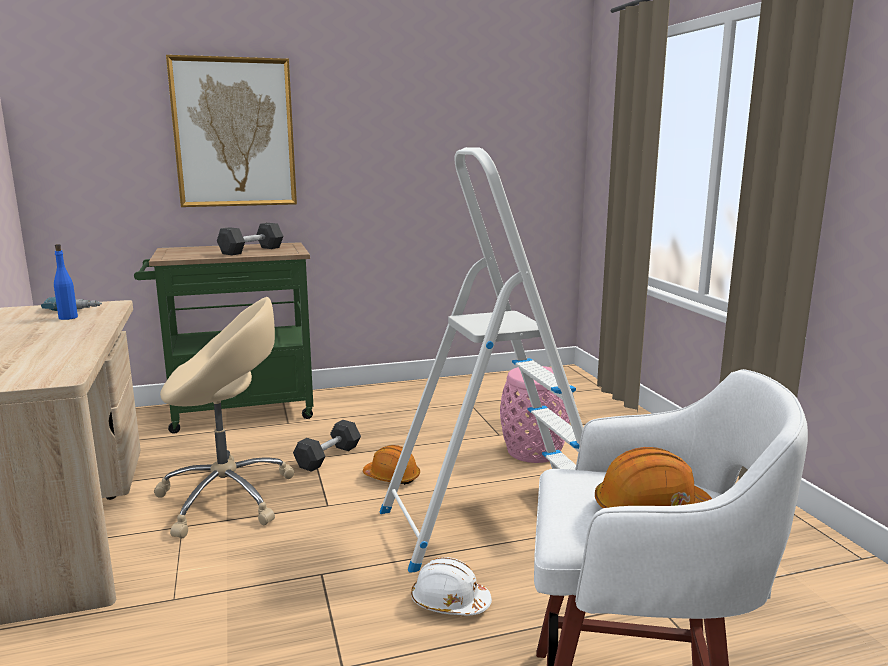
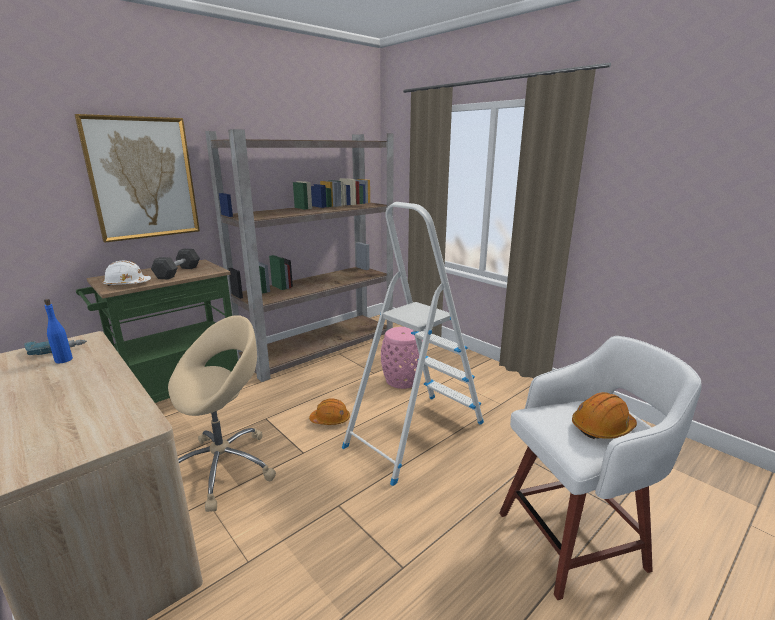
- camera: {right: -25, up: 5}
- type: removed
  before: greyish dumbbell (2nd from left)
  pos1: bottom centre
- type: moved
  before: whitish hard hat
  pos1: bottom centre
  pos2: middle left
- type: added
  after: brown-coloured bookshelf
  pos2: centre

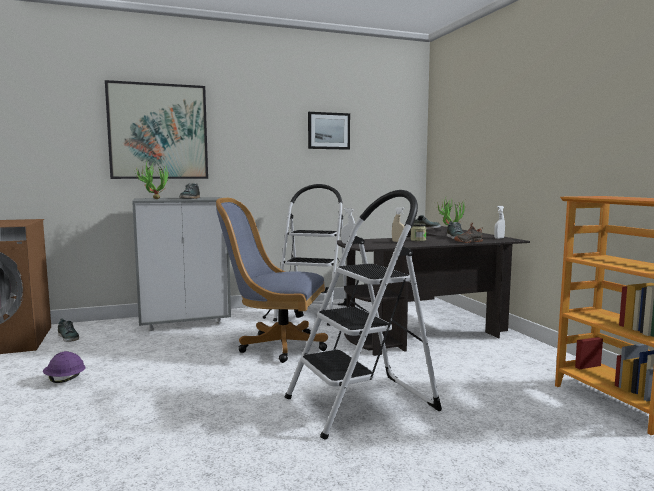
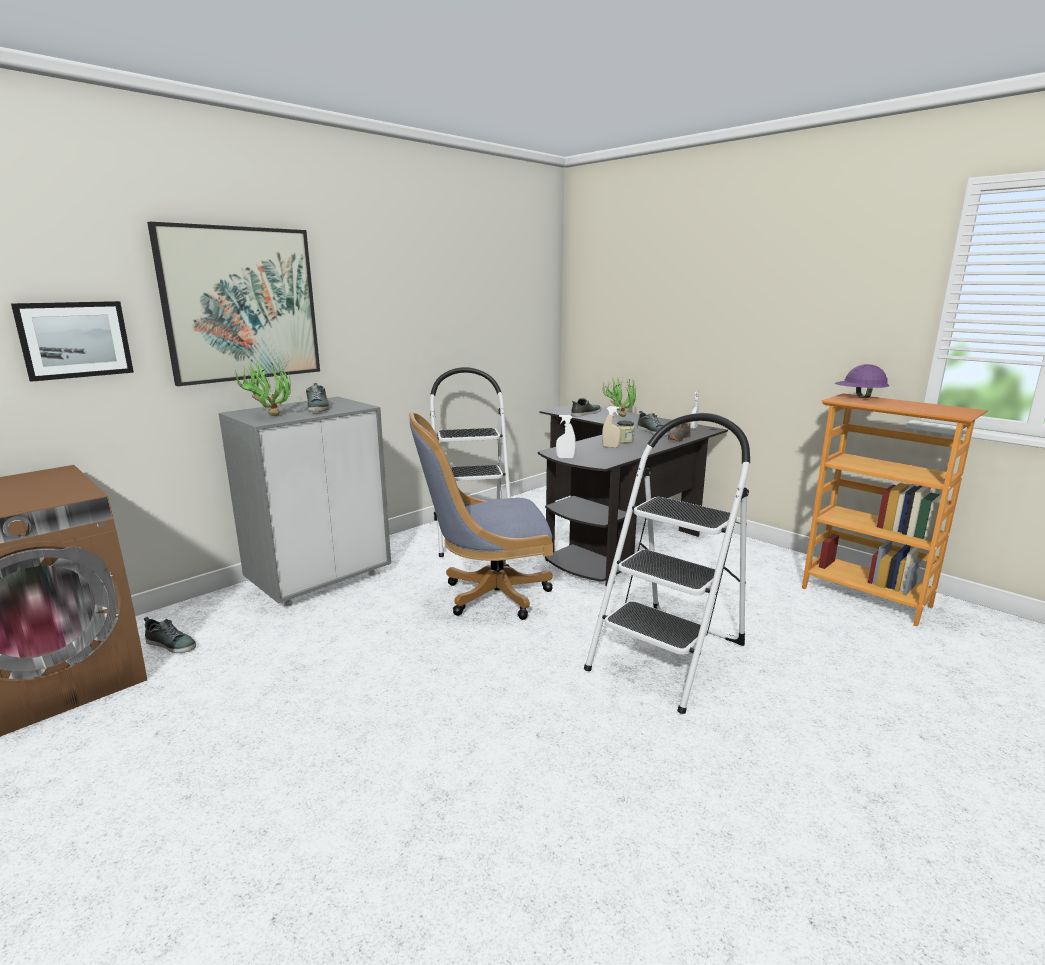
- camera: {right: -25, up: 10}
- type: moved
  before: picture (2nd from left in the first image)
  after: picture (1st from left)
  pos1: top centre
  pos2: middle left
- type: moved
  before: purple-coloured hard hat
  pos1: bottom left
  pos2: middle right

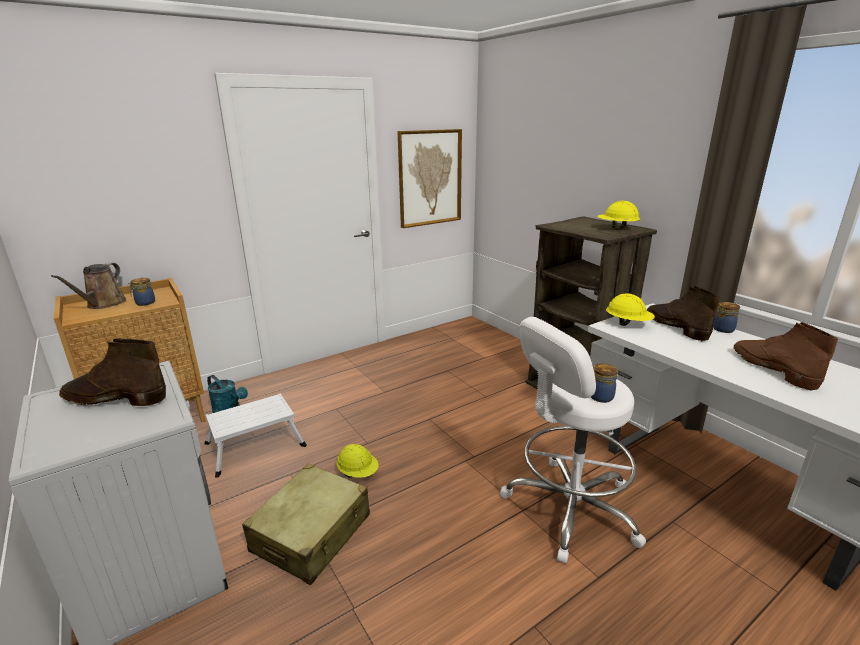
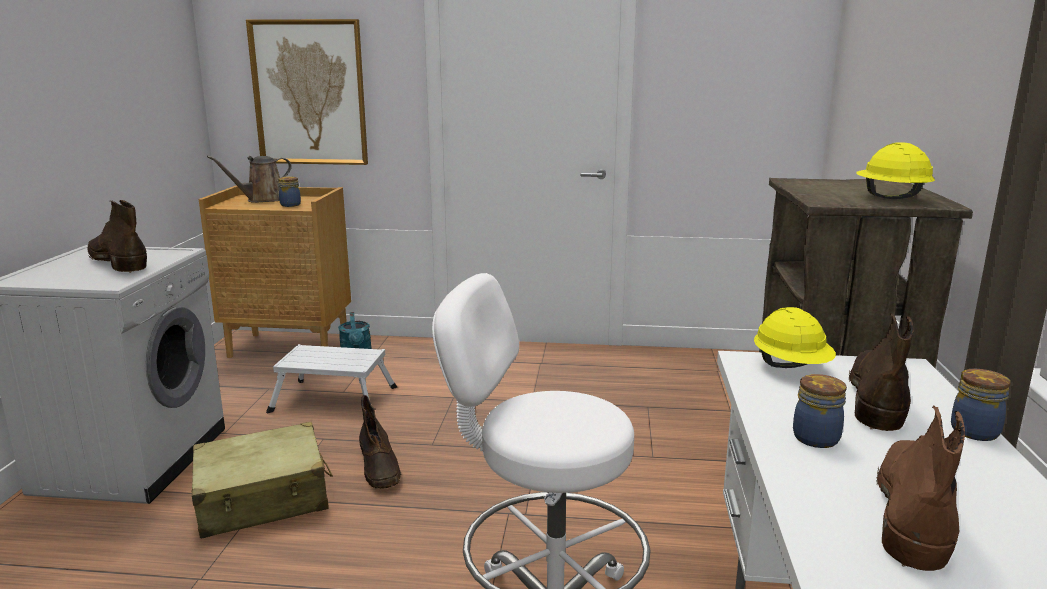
- camera: {right: 40, up: -5}
- type: moved
  before: picture
  pos1: top centre
  pos2: top left
- type: moved
  before: storage jar (2nd from left)
  pos1: middle right
  pos2: bottom right
- type: replaced
  before: yellow-coloured hard hat (1st from left)
  after: brown-coloured boot (2nd from left)
  pos1: bottom centre
  pos2: bottom centre

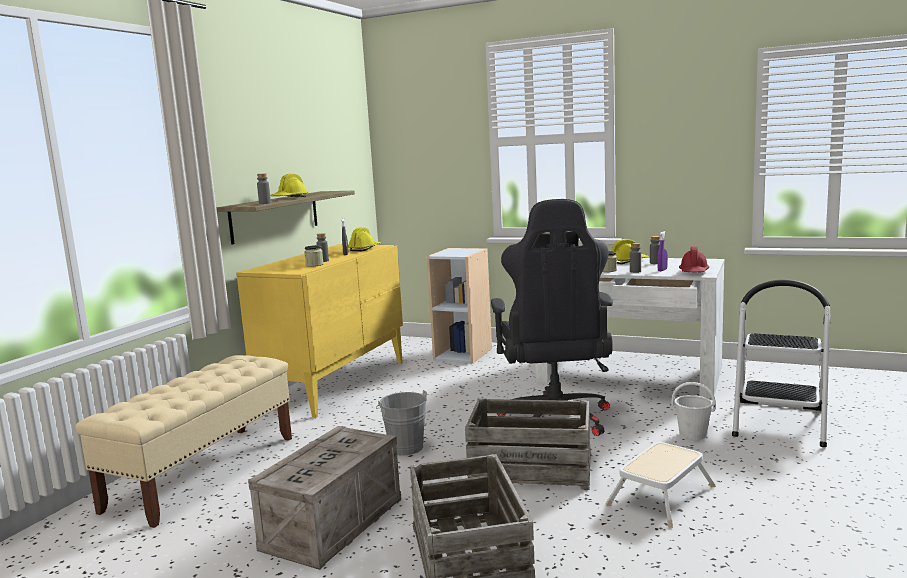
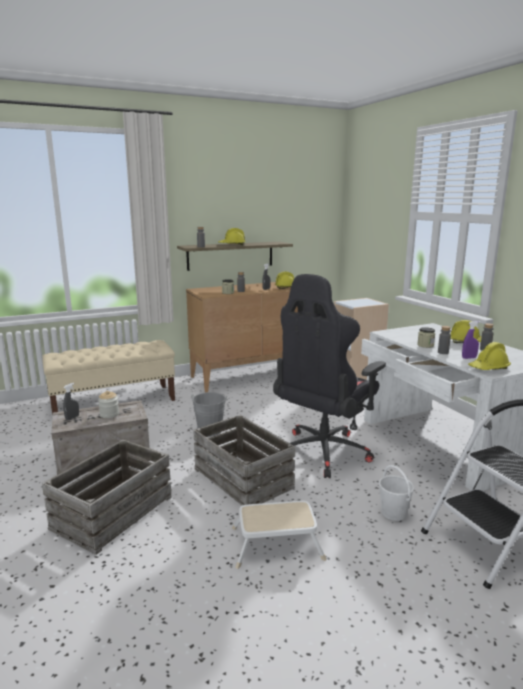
- camera: {right: 40, up: 5}
- type: recoloured
  before: yellow-coloured storage cabinet
  after: brown-coloured storage cabinet
  pos1: centre
  pos2: centre
- type: recoloured
  before: reddish hard hat
  after: yellow-coloured hard hat (4th from left)
  pos1: middle right
  pos2: middle right
- type: added
  after: greyish spray bottle (1st from left)
  pos2: middle left
- type: added
  after: storage jar (1st from left)
  pos2: middle left

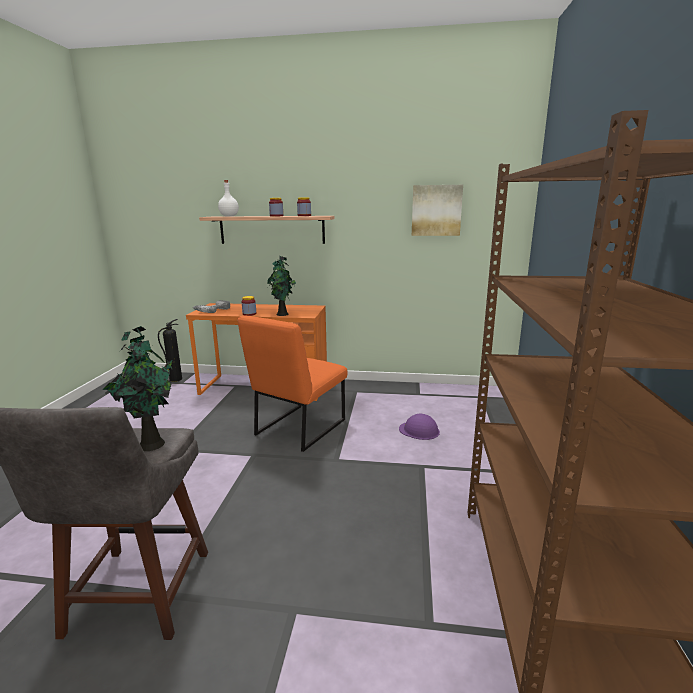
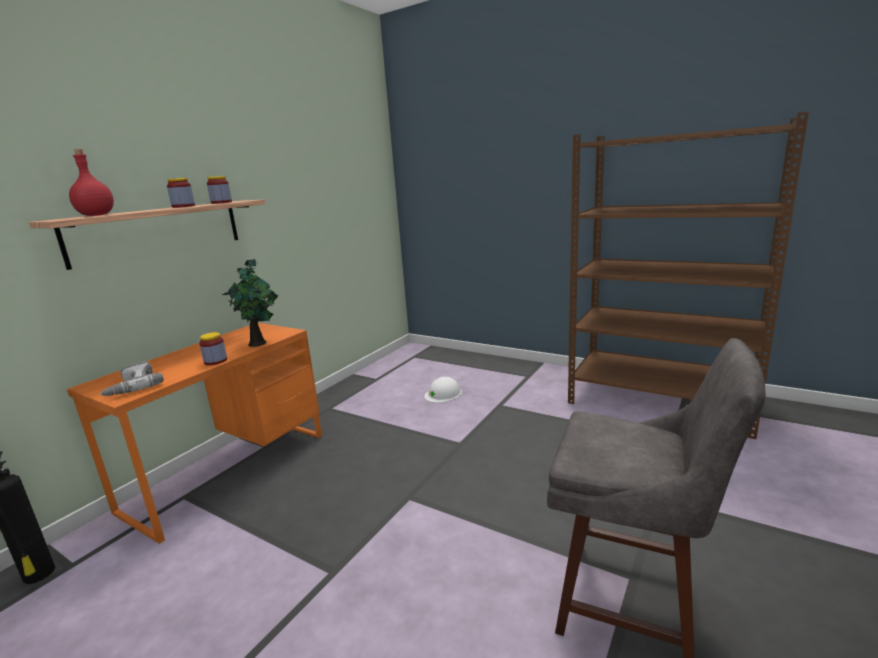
- camera: {right: -65, up: 0}
- type: recoloured
  before: whitish bottle
  after: reddish bottle
  pos1: top left
  pos2: top left
- type: removed
  before: picture
  pos1: top centre
- type: removed
  before: orange-coloured chair
  pos1: centre
- type: removed
  before: plant in a pot (1st from left)
  pos1: middle left
- type: recoloured
  before: purple-coloured hard hat
  after: whitish hard hat
  pos1: centre
  pos2: centre

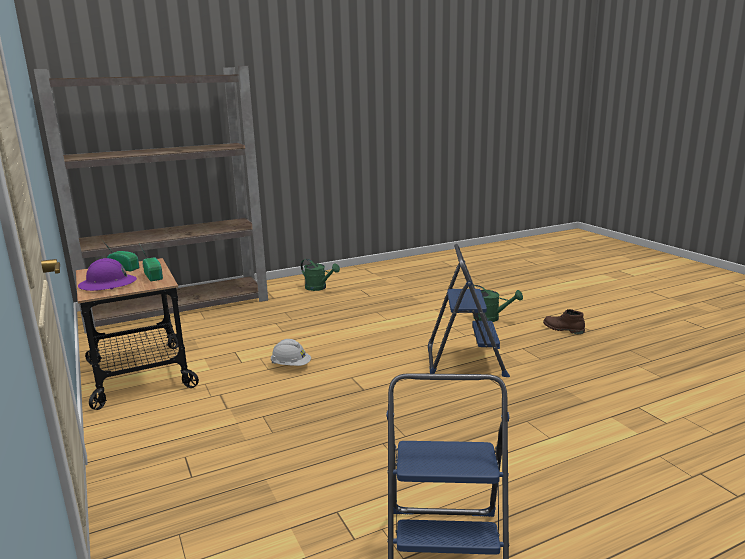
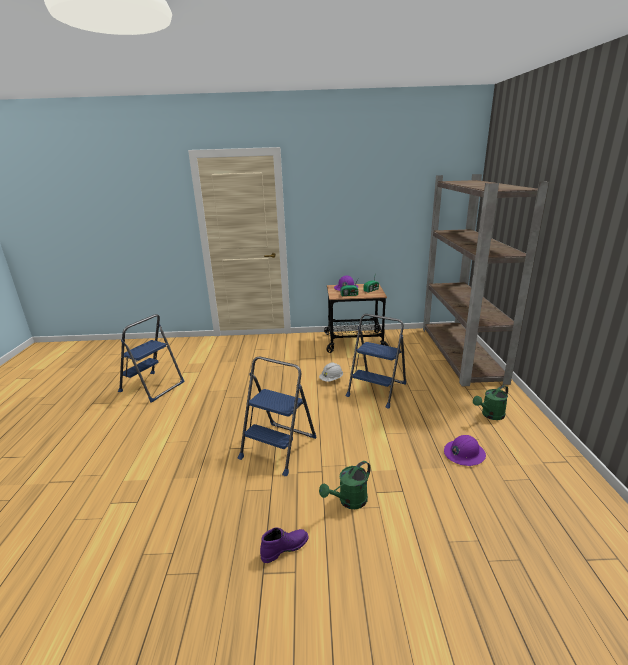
- camera: {right: 115, up: 5}
- type: recoloured
  before: brown-coloured boot
  after: purple-coloured boot
  pos1: middle right
  pos2: bottom centre
- type: added
  after: blue stepladder (3rd from left)
  pos2: centre
- type: added
  after: purple-coloured hard hat (2nd from left)
  pos2: bottom right

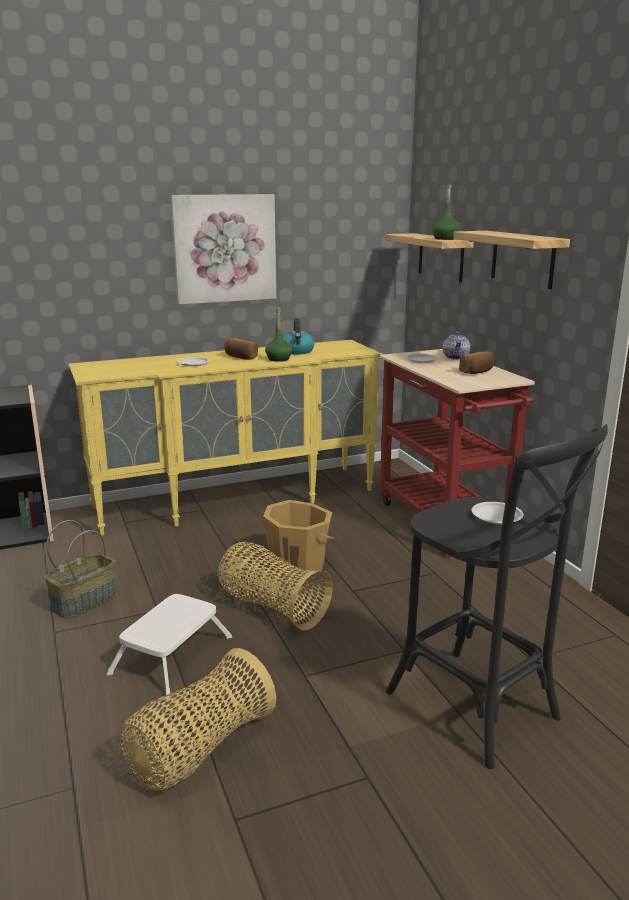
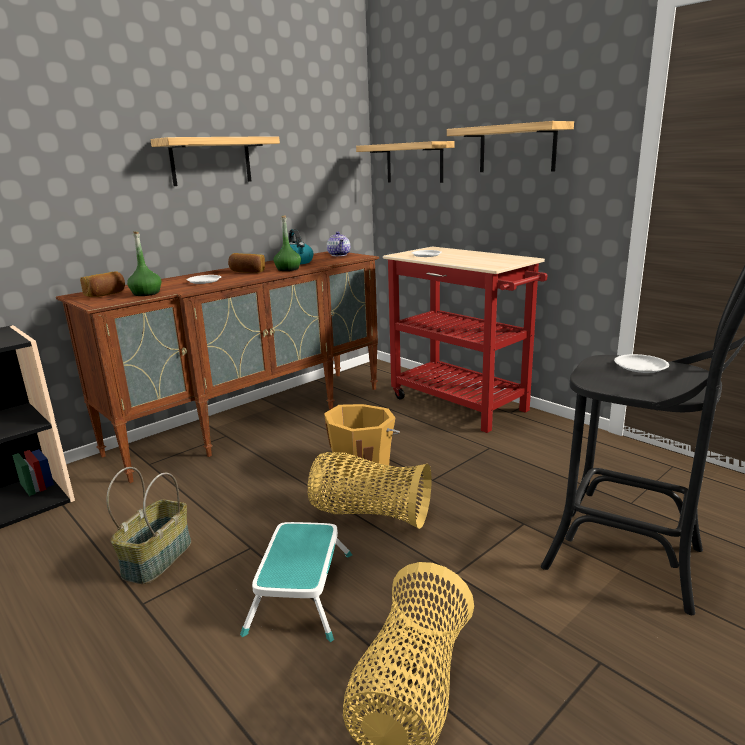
- camera: {right: -20, up: 0}
- type: moved
  before: green bottle (2nd from left in the first image)
  after: green bottle (1st from left)
  pos1: top right
  pos2: middle left
- type: replaced
  before: picture
  after: wall shelf (1st from left)
  pos1: top centre
  pos2: top left
- type: moved
  before: teapot
  pos1: middle right
  pos2: top centre
- type: recoloured
  before: yellow-coloured storage cabinet
  after: brown-coloured storage cabinet
  pos1: centre
  pos2: middle left
- type: moved
  before: bread (2nd from left in the first image)
  after: bread (1st from left)
  pos1: middle right
  pos2: middle left
- type: recoloured
  before: whitish stepladder
  after: blue-green stepladder
  pos1: bottom left
  pos2: bottom centre

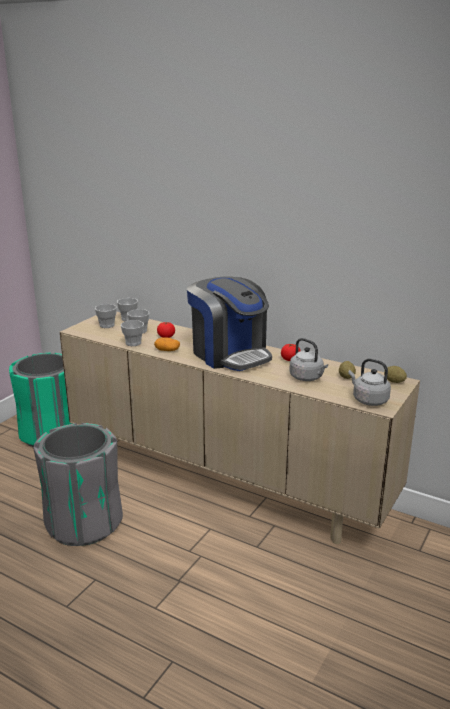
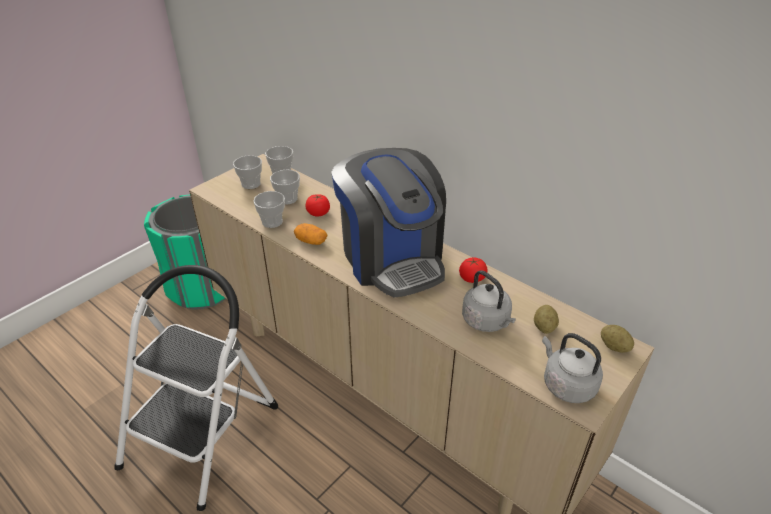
- camera: {right: 10, up: 15}
- type: replaced
  before: greyish waste bin
  after: stepladder
  pos1: bottom left
  pos2: bottom left

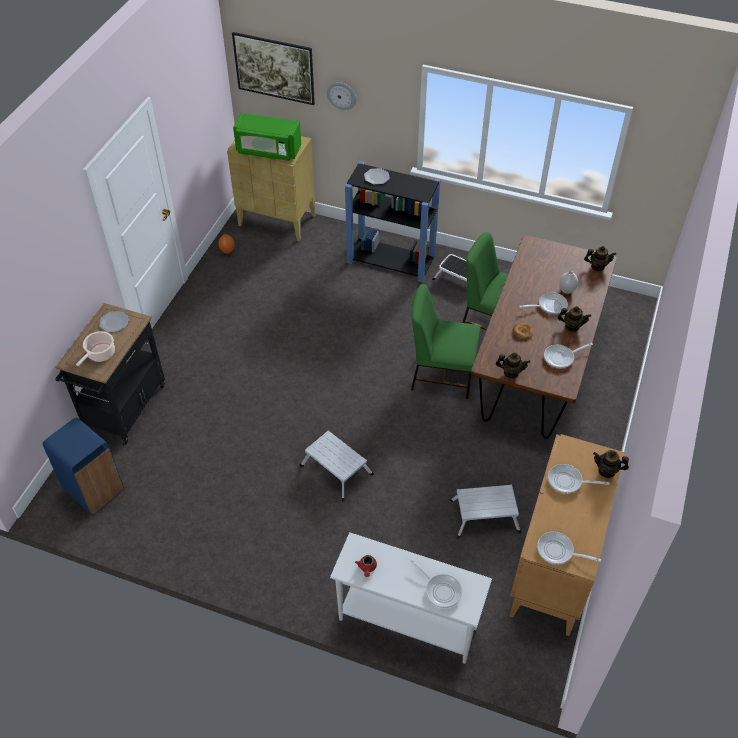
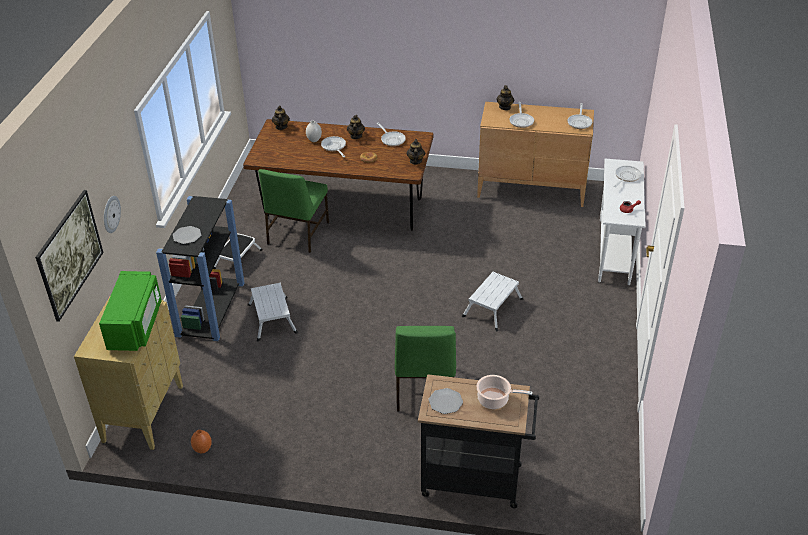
- camera: {right: -100, up: -10}
- type: moved
  before: green chair (1st from left in the first image)
  after: green chair (2nd from left)
  pos1: centre
  pos2: bottom centre
- type: removed
  before: blue waste bin
  pos1: middle left
- type: moved
  before: whitish stepladder (2nd from left in the first image)
  after: whitish stepladder (1st from left)
  pos1: bottom centre
  pos2: centre

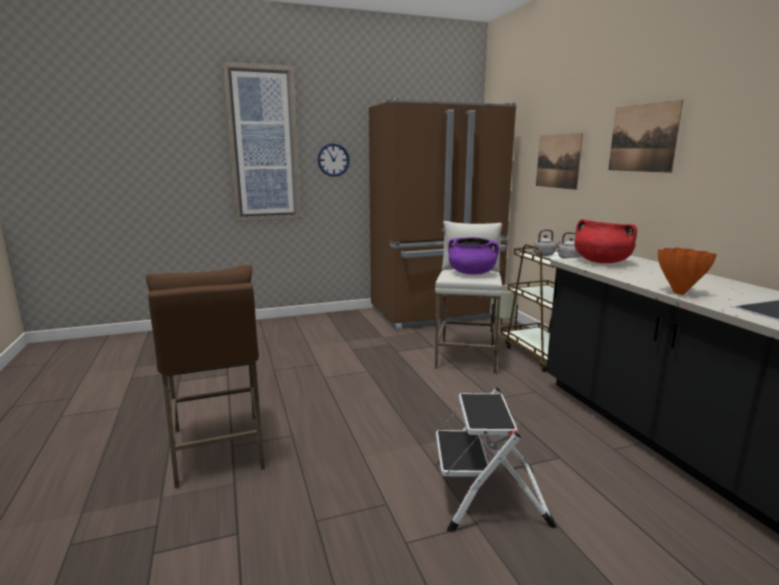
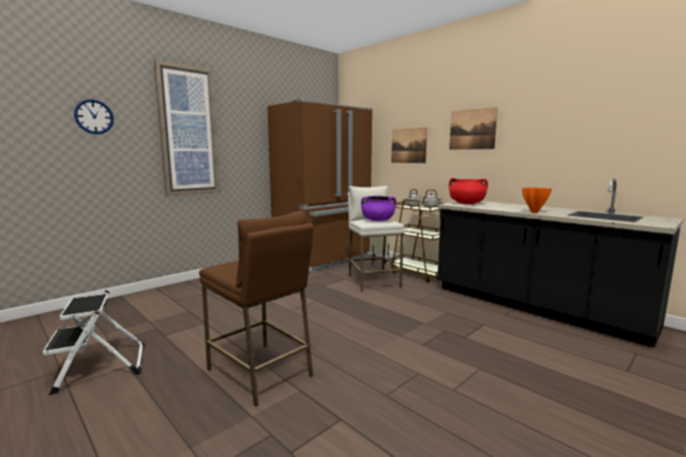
- camera: {right: -25, up: -5}
- type: moved
  before: wall clock
  pos1: top centre
  pos2: top left
- type: moved
  before: stepladder
  pos1: bottom centre
  pos2: bottom left

